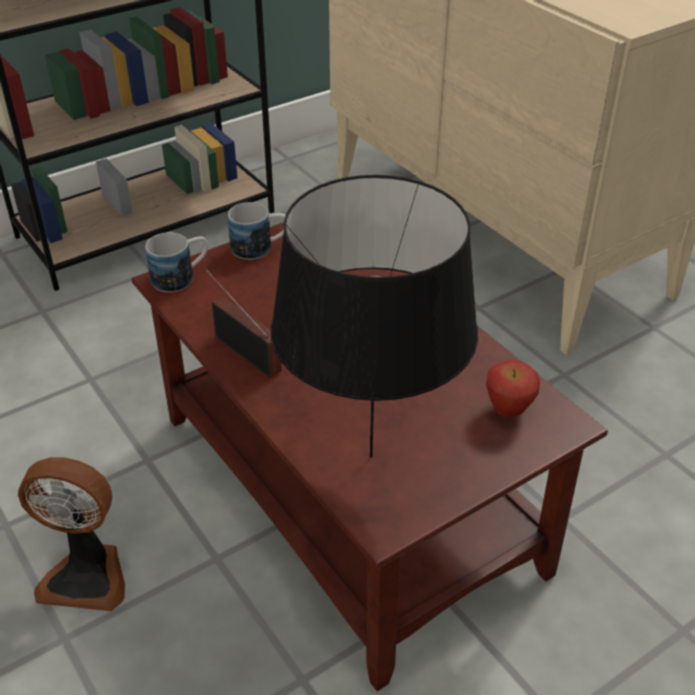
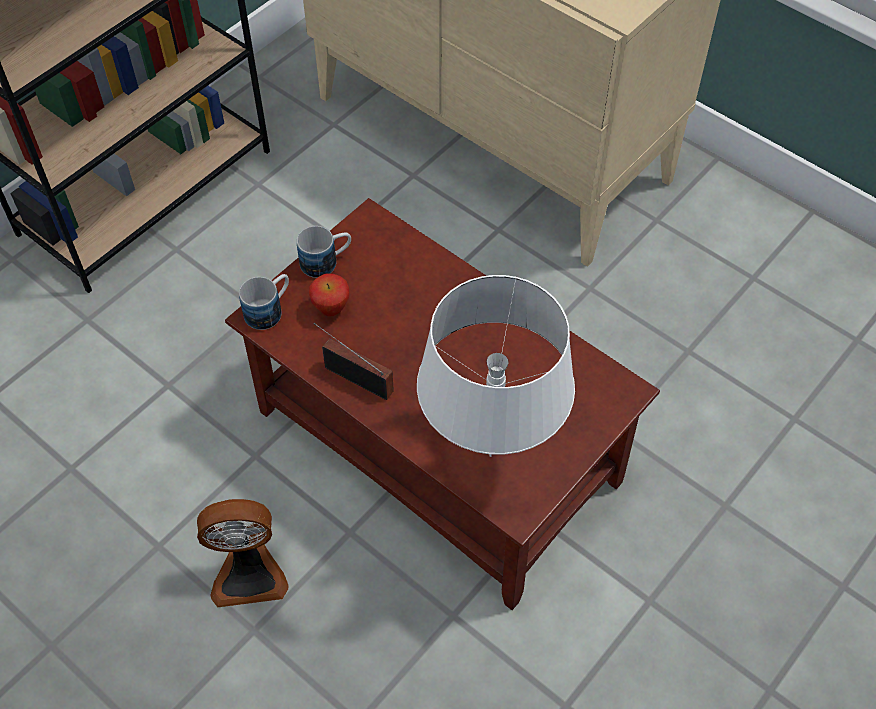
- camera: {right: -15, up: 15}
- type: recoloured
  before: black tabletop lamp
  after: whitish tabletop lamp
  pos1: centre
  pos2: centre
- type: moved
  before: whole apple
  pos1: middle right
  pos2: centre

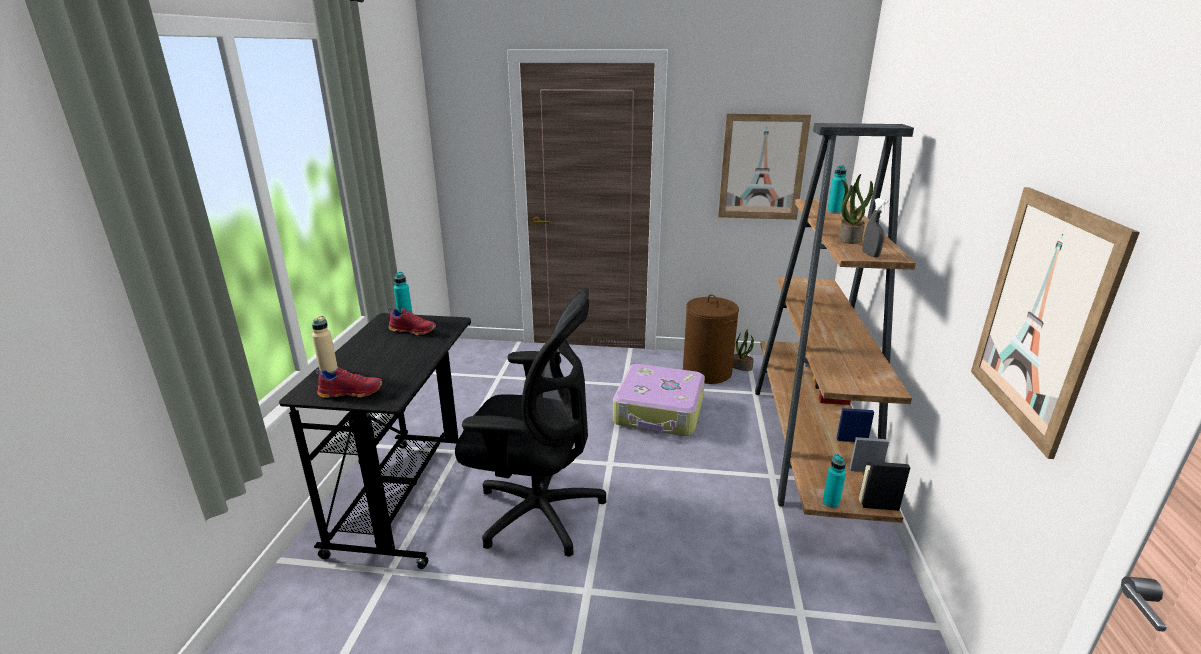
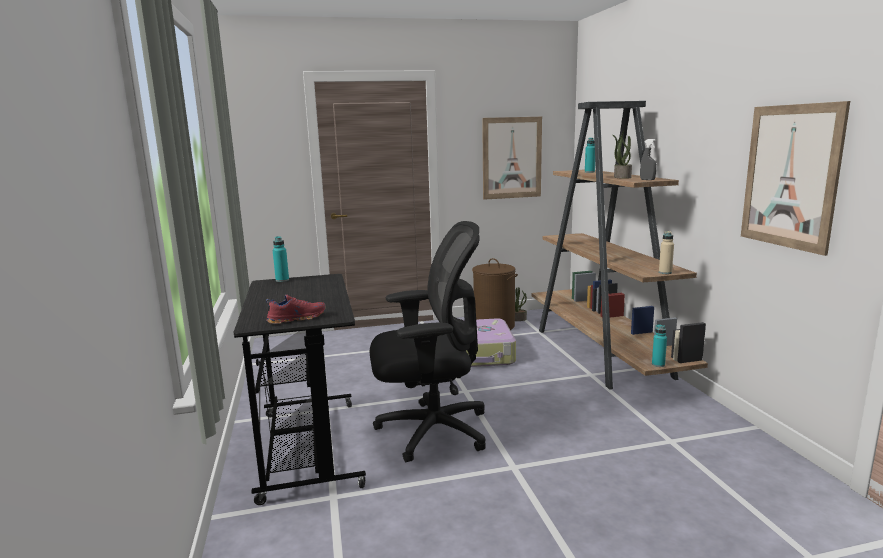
- camera: {right: -20, up: -10}
- type: removed
  before: reddish item of footwear (2nd from left)
  pos1: centre
- type: moved
  before: sand-coloured bottle
  pos1: middle left
  pos2: middle right

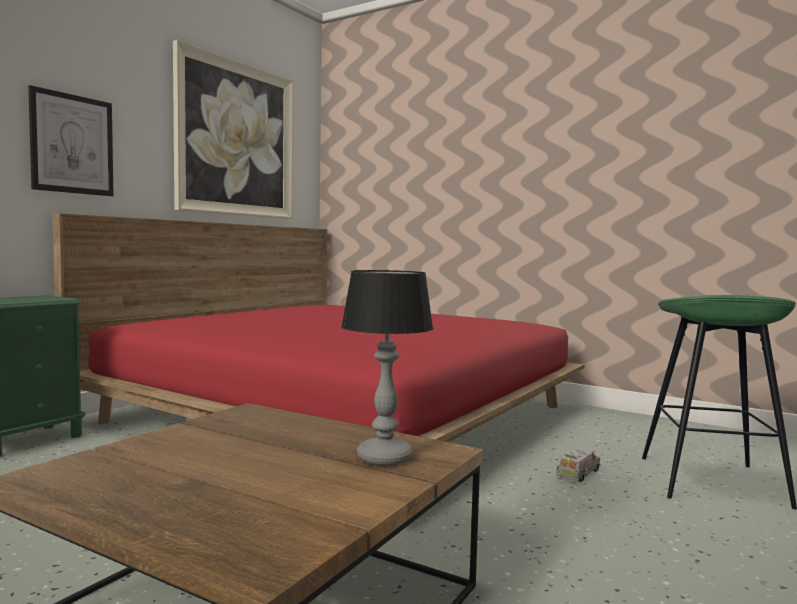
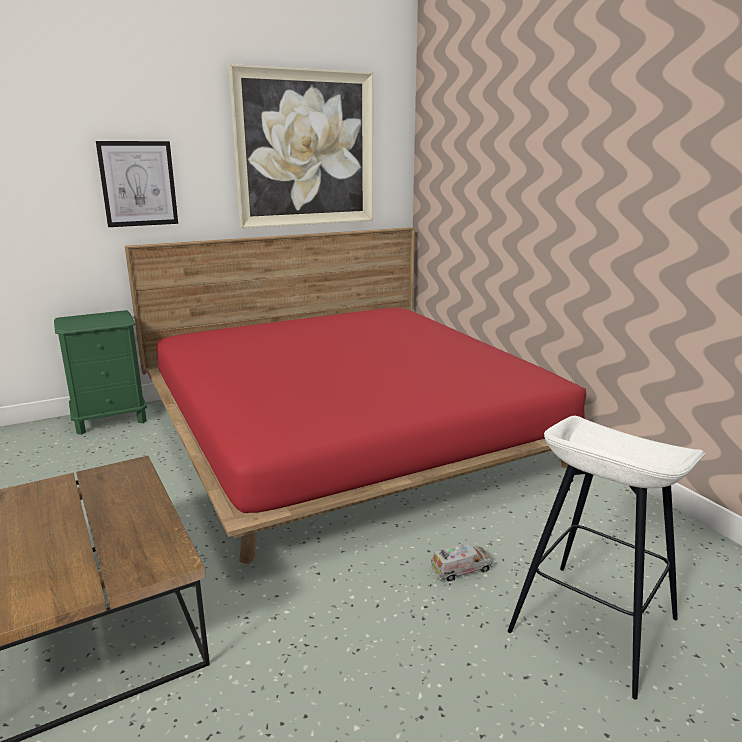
- camera: {right: 30, up: 15}
- type: removed
  before: tabletop lamp
  pos1: centre
- type: recoloured
  before: green stool seat
  after: whitish stool seat
  pos1: middle right
  pos2: bottom right

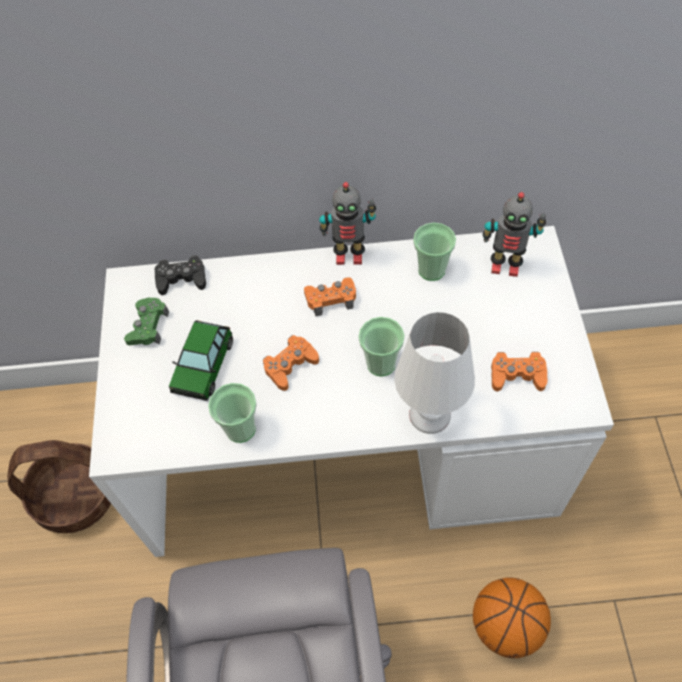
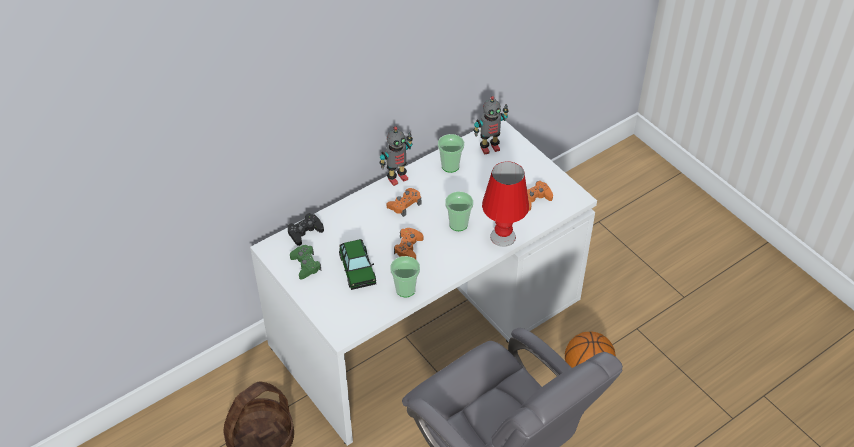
- camera: {right: -35, up: -10}
- type: recoloured
  before: whitish tabletop lamp
  after: reddish tabletop lamp
  pos1: centre
  pos2: centre

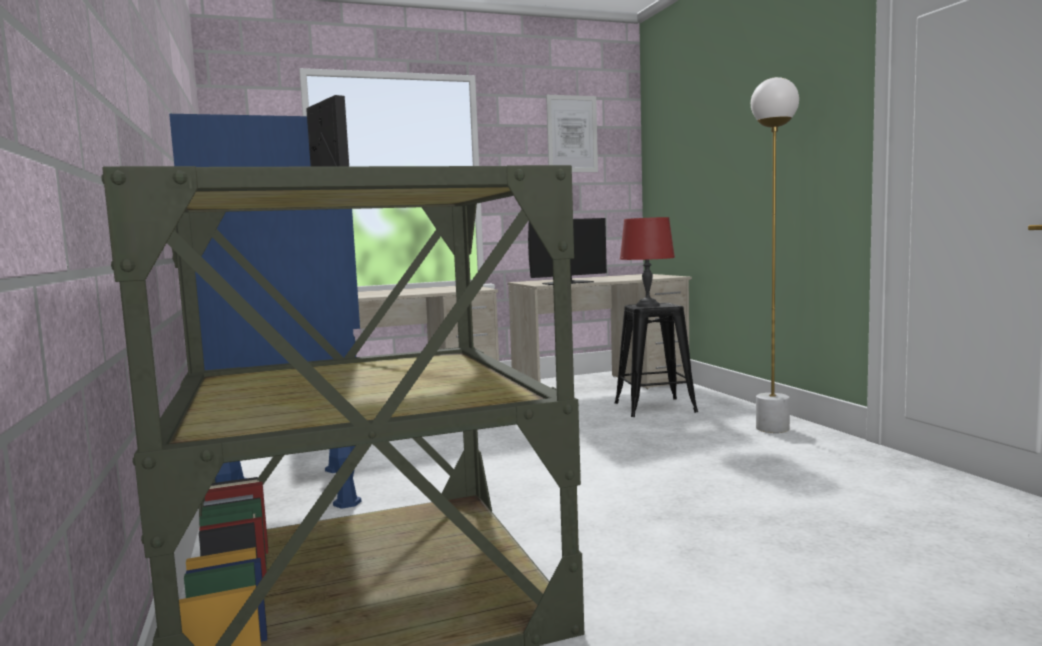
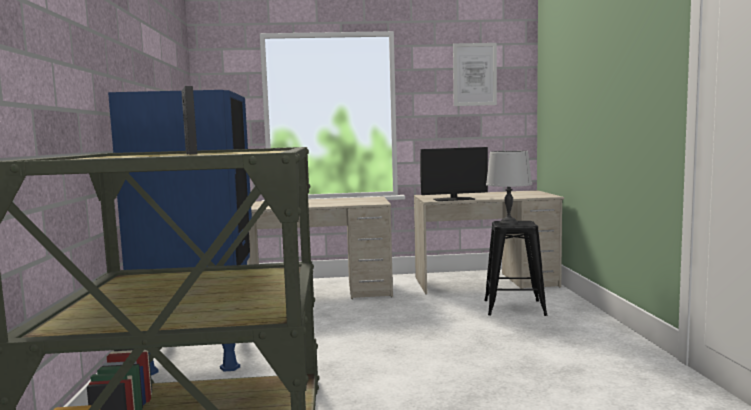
- camera: {right: 15, up: 0}
- type: removed
  before: whitish floor lamp
  pos1: middle right
- type: recoloured
  before: reddish tabletop lamp
  after: greyish tabletop lamp
  pos1: centre
  pos2: middle right

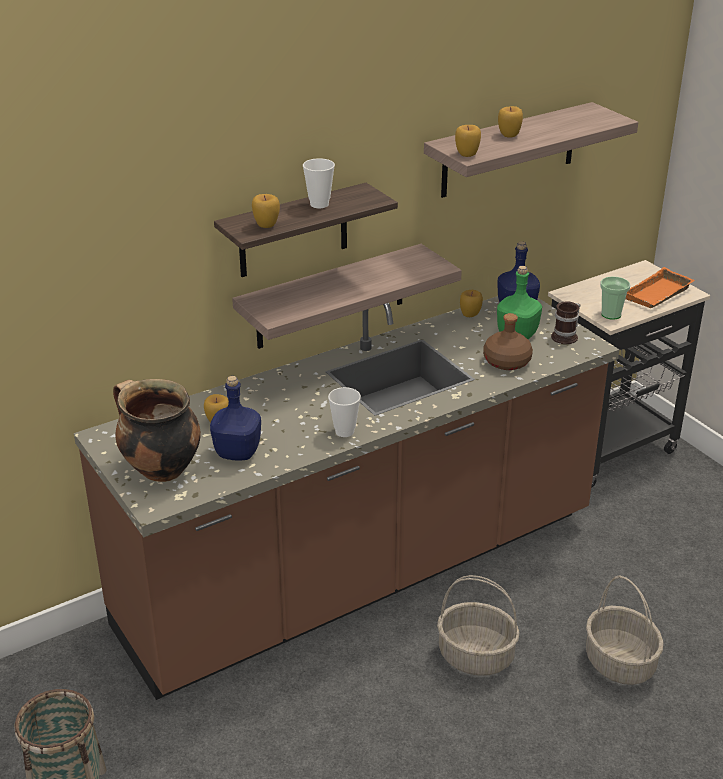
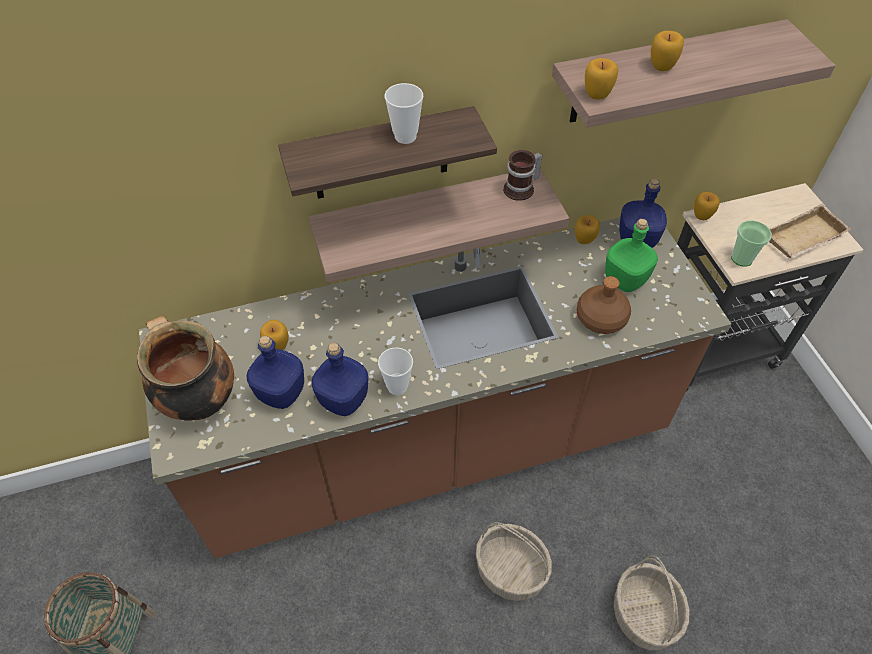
- camera: {right: 15, up: 20}
- type: moved
  before: whole apple (2nd from left in the first image)
  after: whole apple (5th from left)
  pos1: top centre
  pos2: top right
- type: recoloured
  before: orange-coloured serving tray
  after: sand-coloured serving tray
  pos1: middle right
  pos2: middle right
- type: moved
  before: mug
  pos1: middle right
  pos2: top centre
- type: added
  after: blue bottle (2nd from left)
  pos2: centre

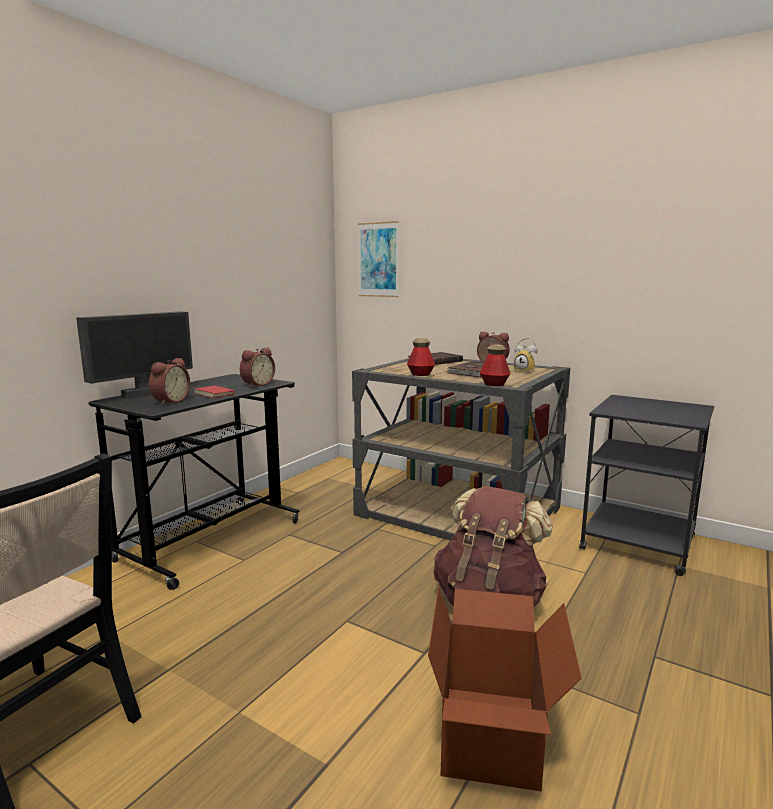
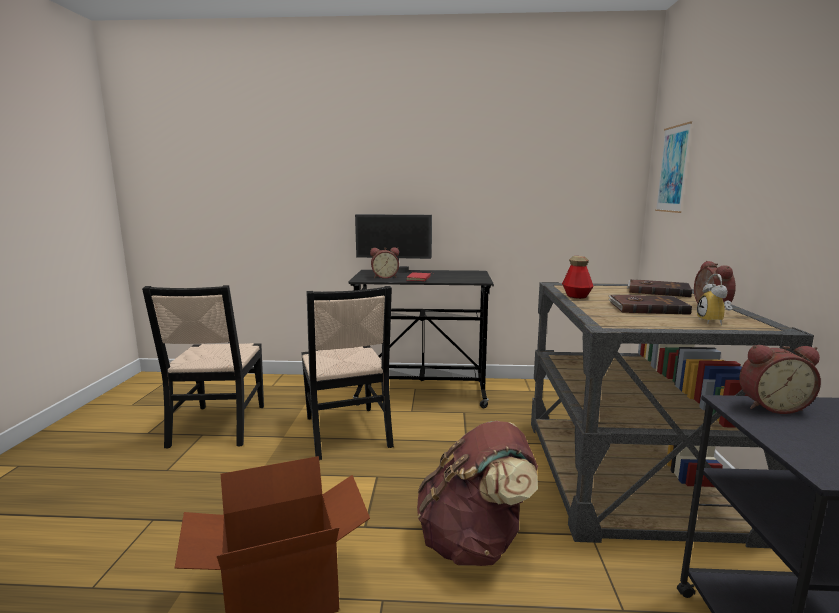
- camera: {right: 60, up: 0}
- type: removed
  before: bottle (2nd from left)
  pos1: centre
- type: moved
  before: table clock (2nd from left in the first image)
  after: table clock (4th from left)
  pos1: middle left
  pos2: middle right
- type: added
  after: chair (2nd from left)
  pos2: centre

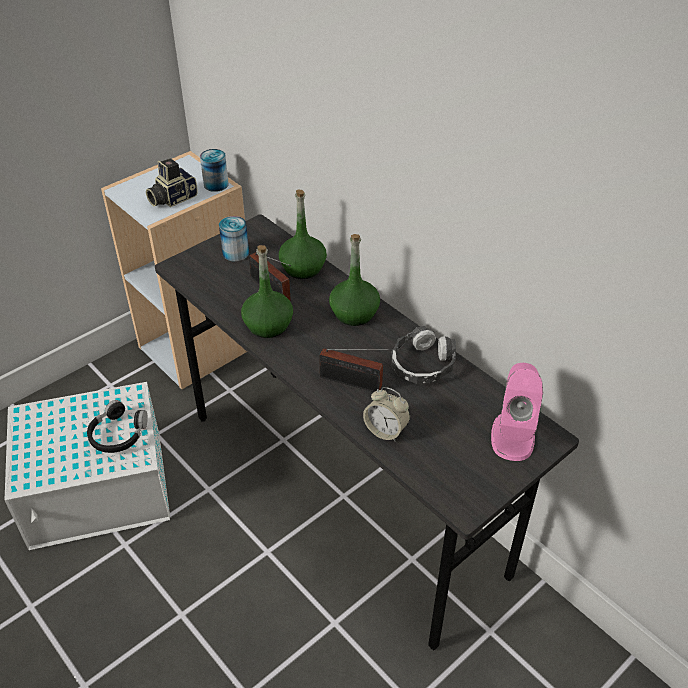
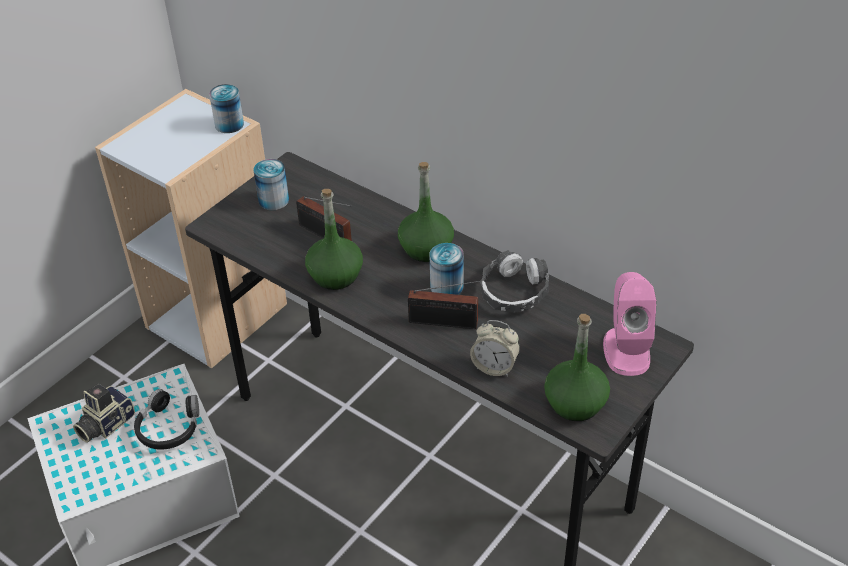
- camera: {right: -10, up: 0}
- type: moved
  before: photo camera
  pos1: top left
  pos2: bottom left
- type: moved
  before: green bottle (2nd from left in the first image)
  after: green bottle (3rd from left)
  pos1: centre
  pos2: middle right
- type: added
  after: sealed can (3rd from left)
  pos2: centre

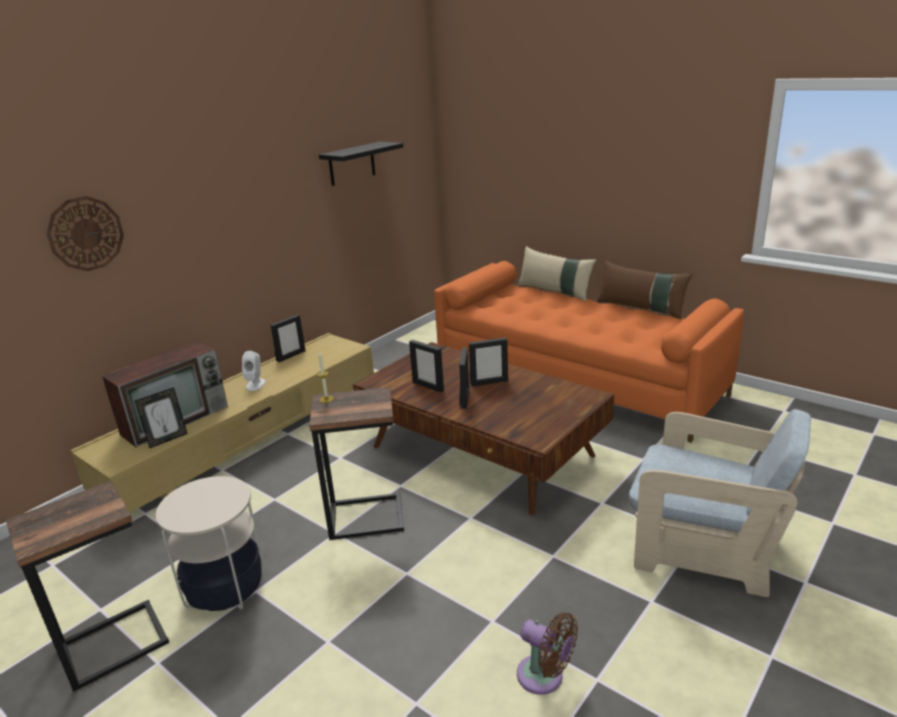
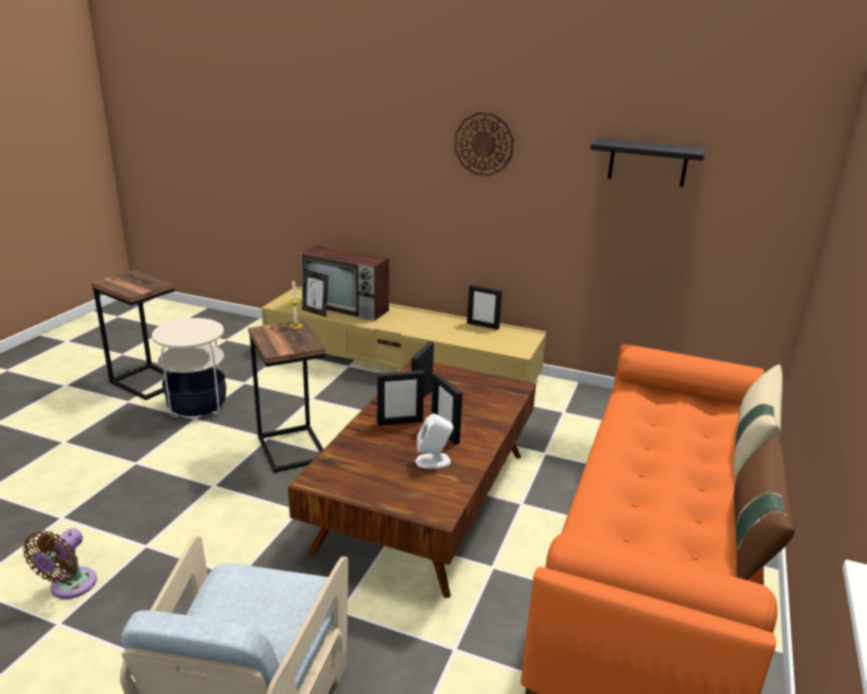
- camera: {right: 70, up: 0}
- type: moved
  before: wall clock
  pos1: top left
  pos2: top centre
- type: moved
  before: whitish audio speaker
  pos1: middle left
  pos2: centre

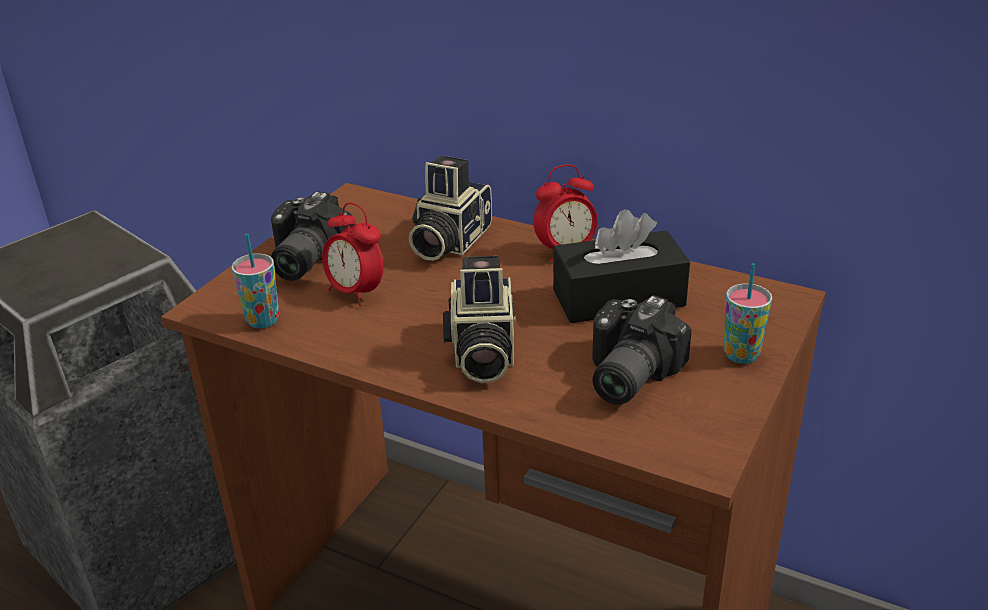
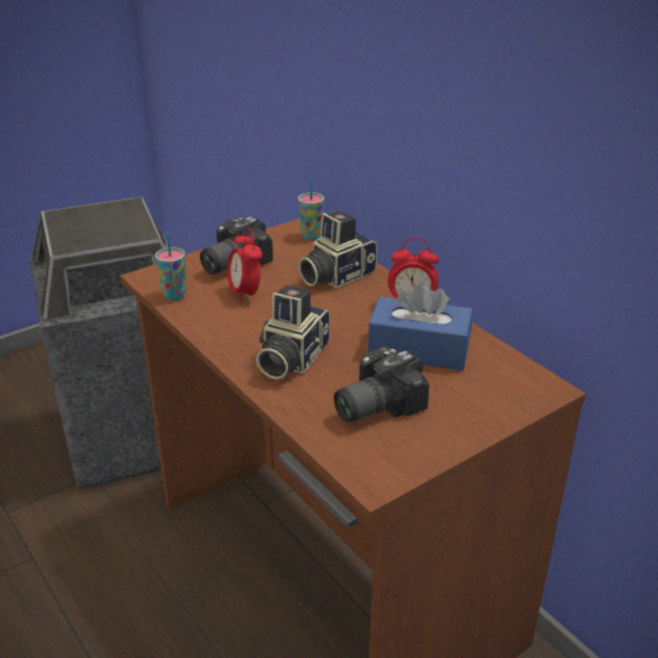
- camera: {right: 25, up: 0}
- type: recoloured
  before: black tissue box
  after: blue tissue box
  pos1: centre
  pos2: centre
- type: moved
  before: cup (2nd from left)
  pos1: middle right
  pos2: top centre

